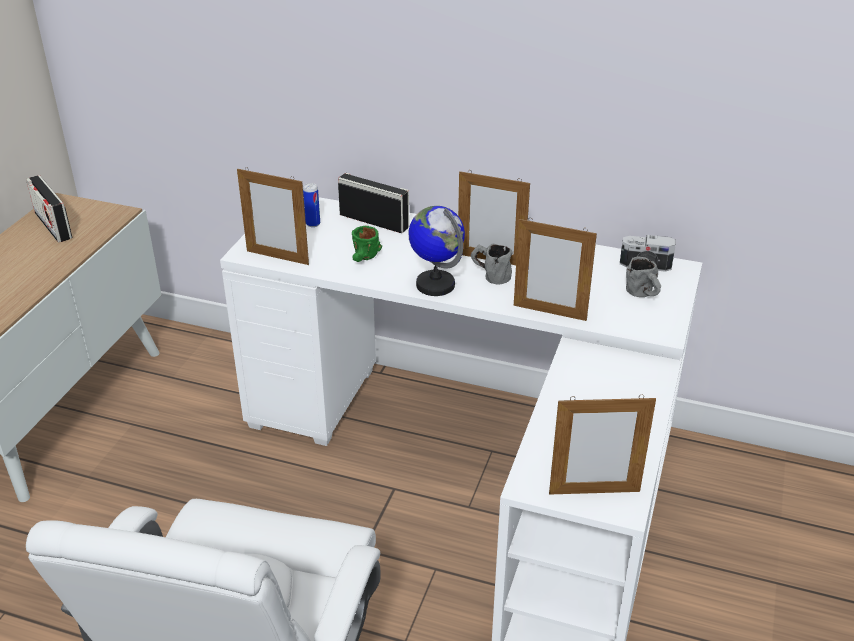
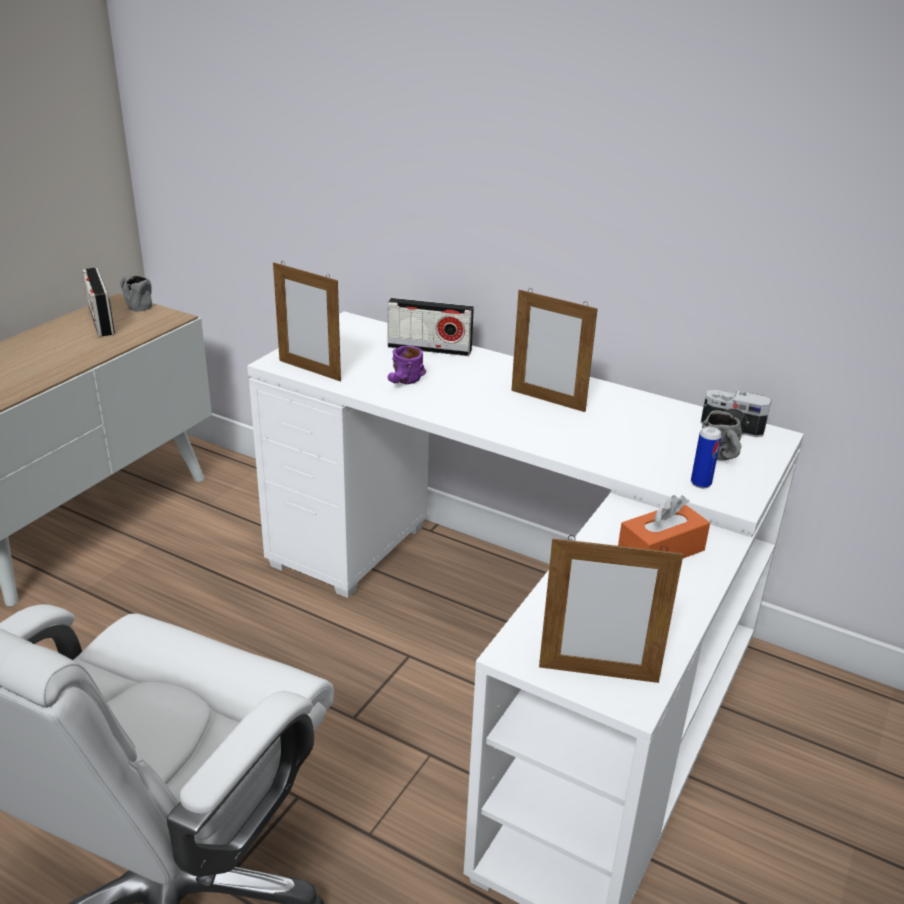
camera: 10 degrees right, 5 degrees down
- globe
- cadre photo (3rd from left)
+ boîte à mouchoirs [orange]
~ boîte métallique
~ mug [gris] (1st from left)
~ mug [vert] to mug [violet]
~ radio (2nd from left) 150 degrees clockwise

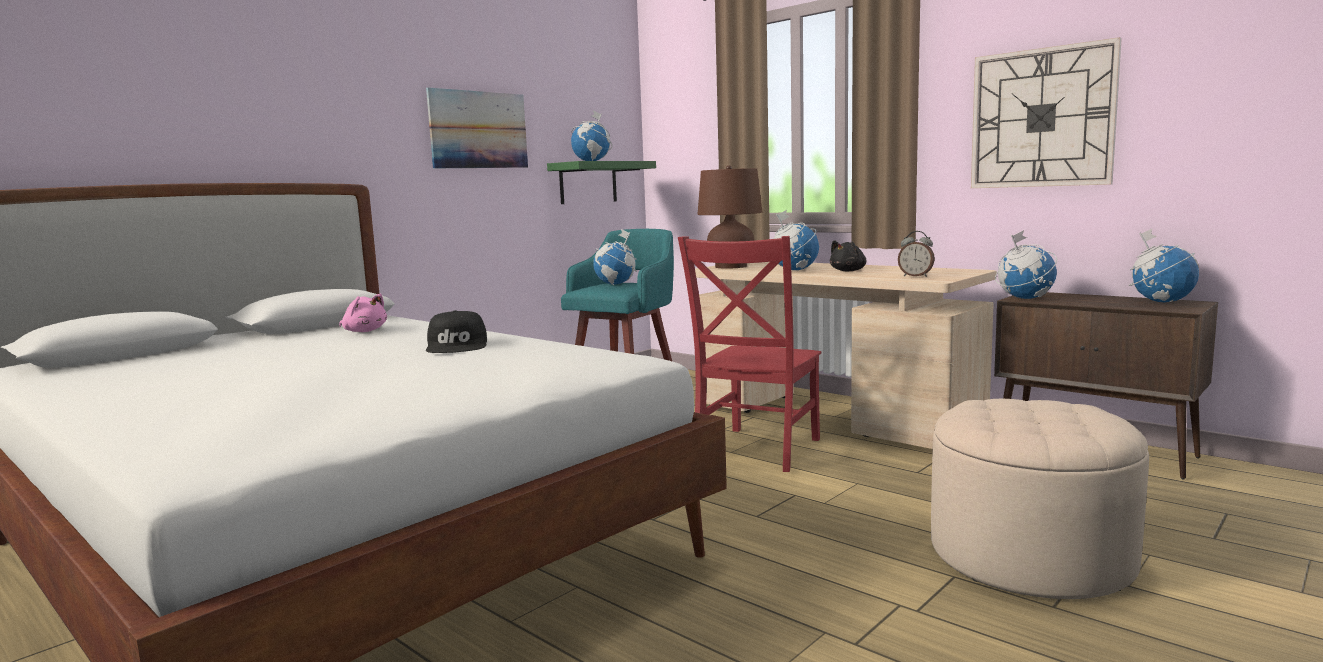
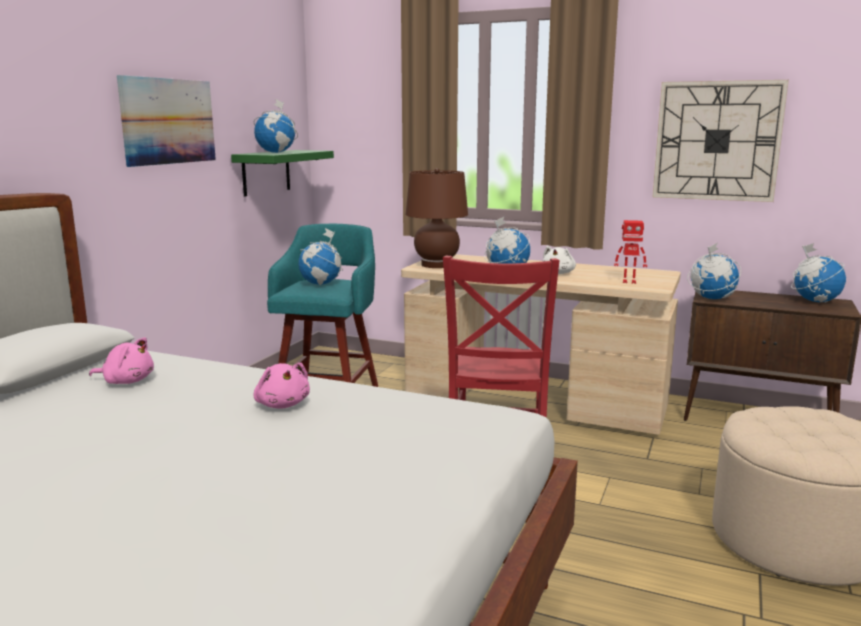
camera: 20 degrees left, 5 degrees up
~ casquette [noir] to peluche [rose] (2nd from left)
~ réveil to robot jouet
~ peluche [noir] to peluche [blanc]

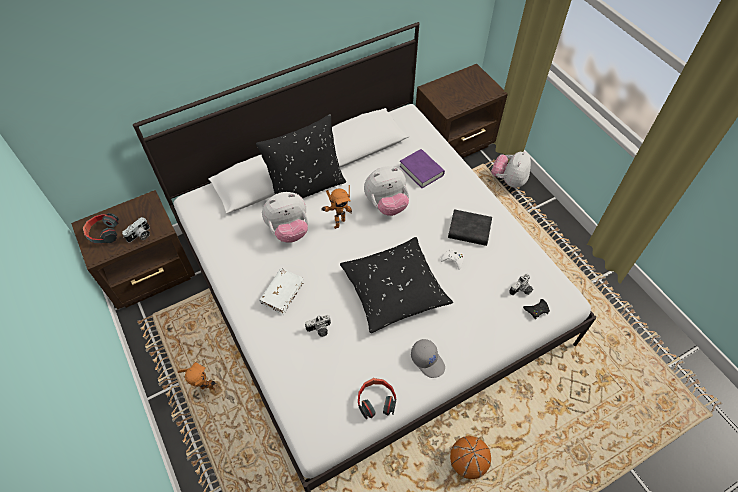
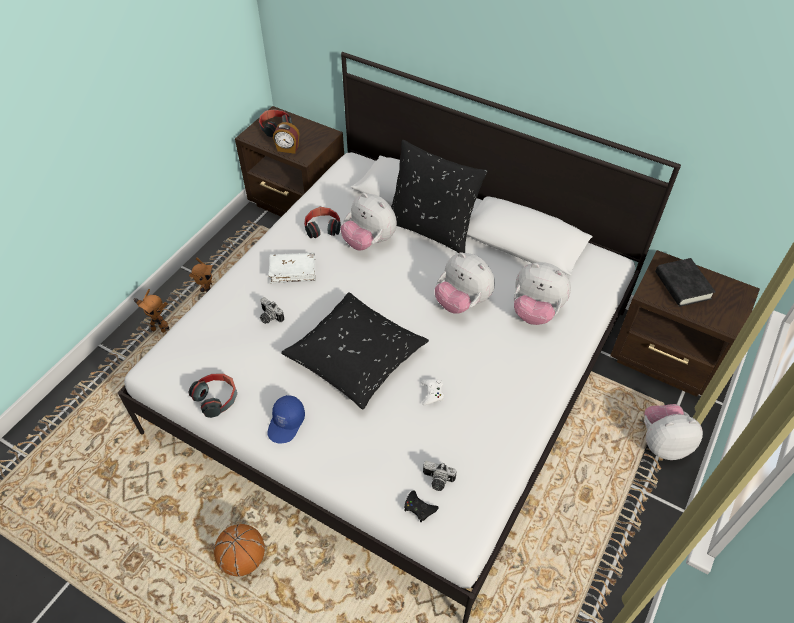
camera: 60 degrees right, 5 degrees down
+ casque audio (3rd from left)
~ robot jouet (2nd from left in the first image) to robot jouet (1st from left)
~ livre [noir]
~ appareil photo (1st from left) to réveil
~ livre [violet] to peluche (3rd from left)
~ casquette [gris] to casquette [bleu]

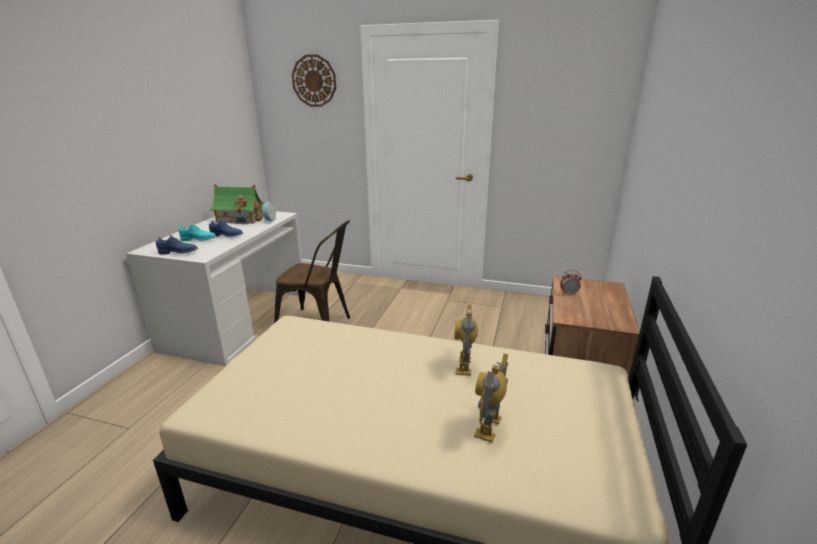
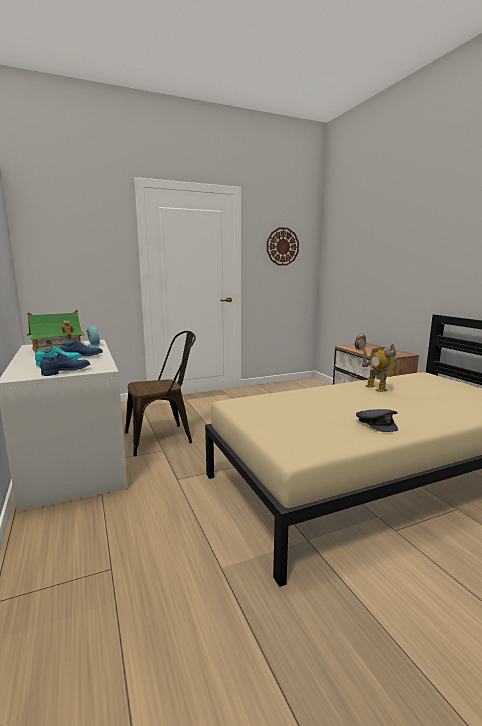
camera: 40 degrees left, 10 degrees down
- robot jouet (2nd from left)
+ casquette [gris]
~ horloge murale

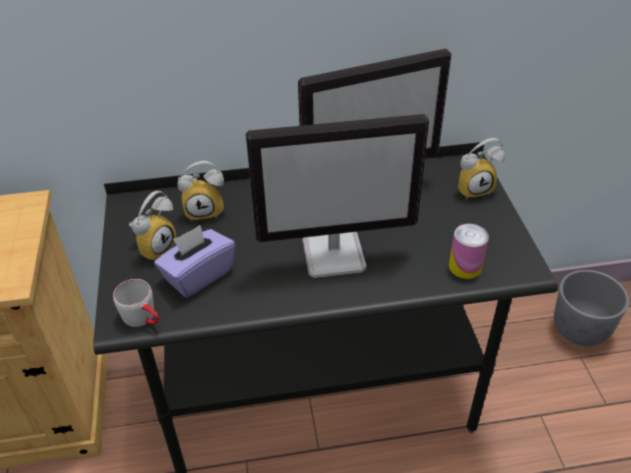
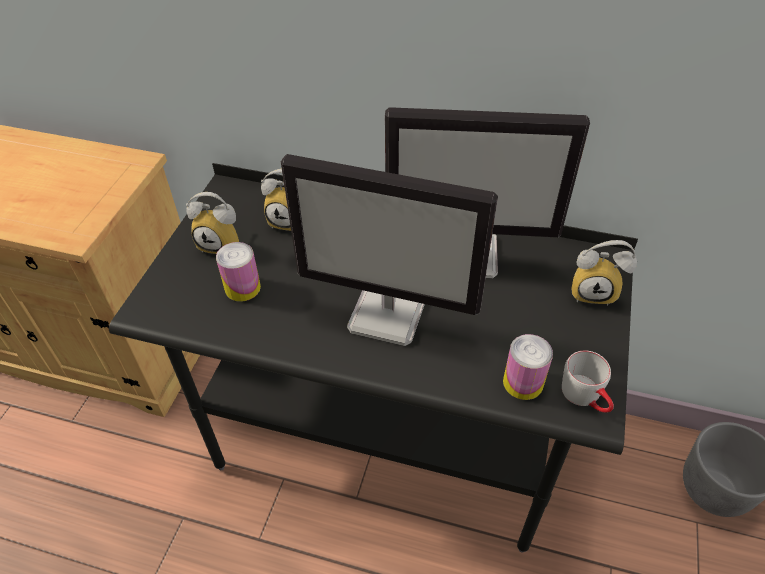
camera: 25 degrees right, 5 degrees up
~ mug [gris]
~ boîte à mouchoirs [violet] to boîte métallique (1st from left)
~ réveil (1st from left) 45 degrees clockwise

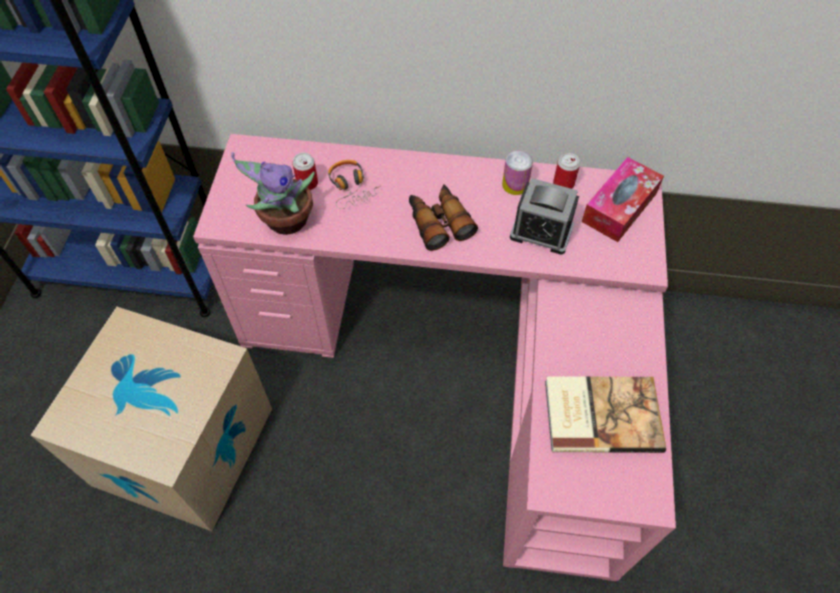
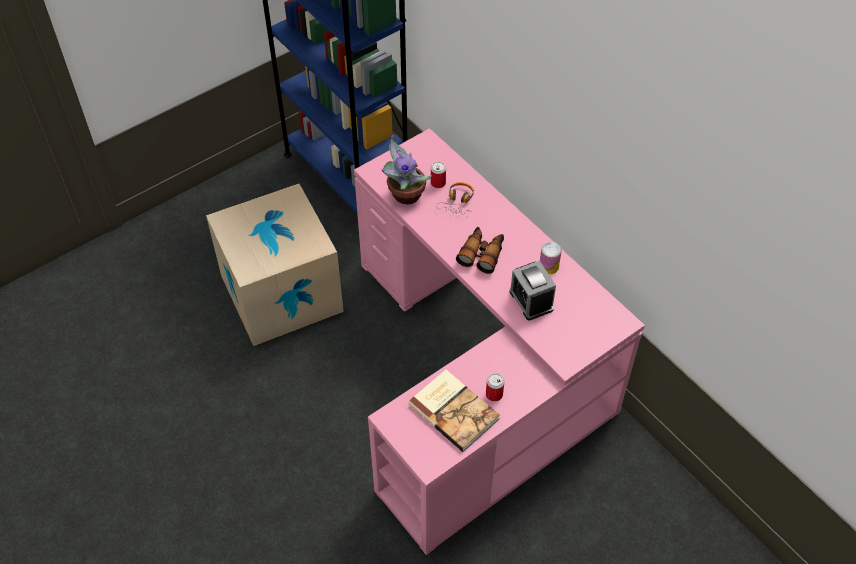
camera: 45 degrees right, 5 degrees down
- boîte à mouchoirs
~ boîte métallique (3rd from left in the first image) to boîte métallique (2nd from left)

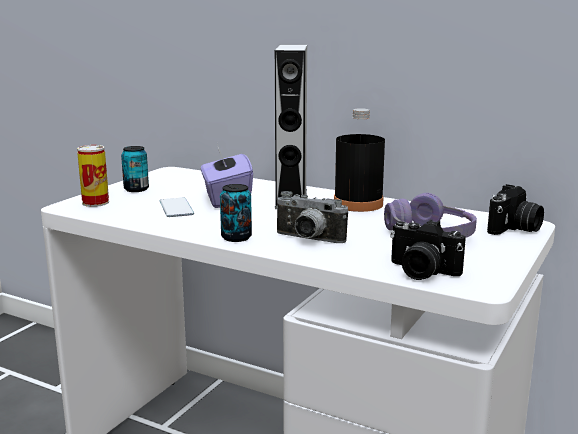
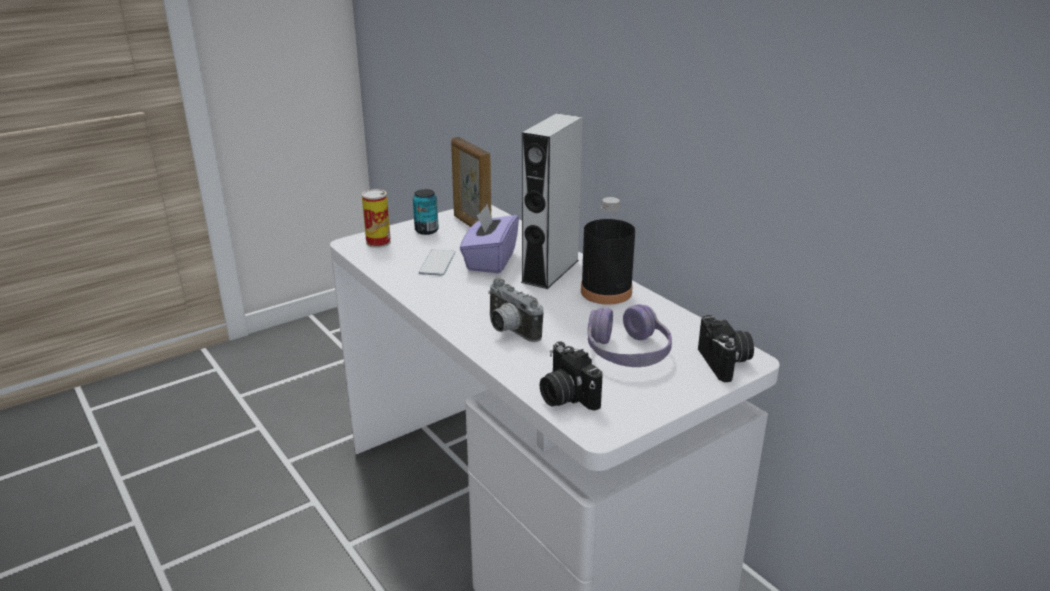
camera: 25 degrees right, 10 degrees up
- boîte métallique (3rd from left)
+ cadre photo
~ appareil photo (3rd from left) 75 degrees counterclockwise

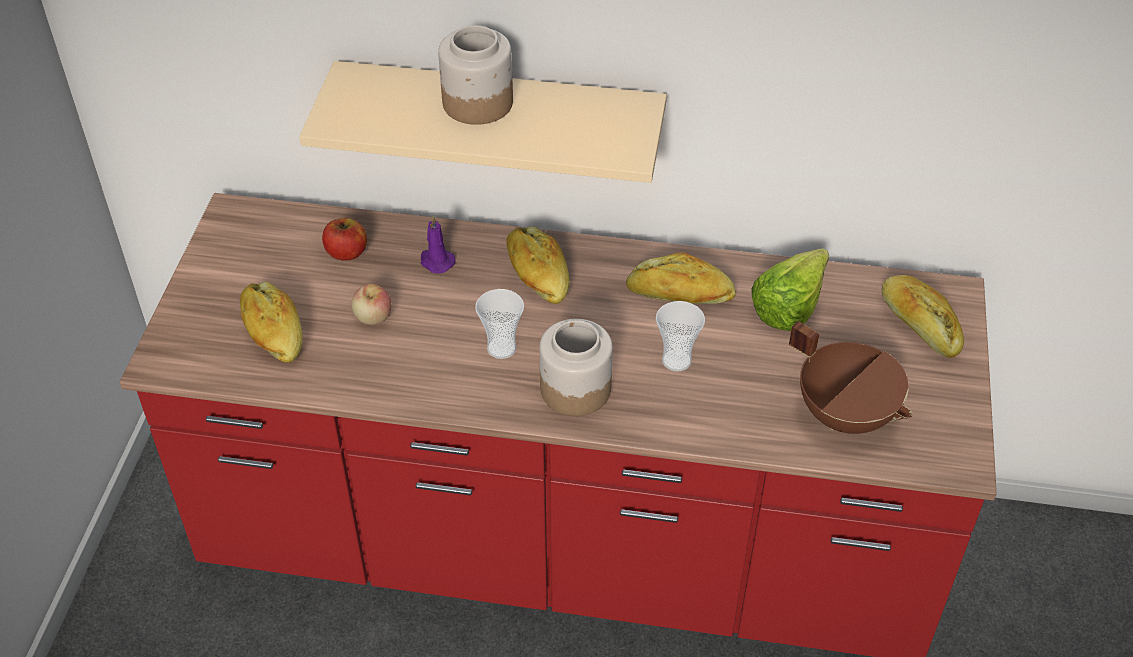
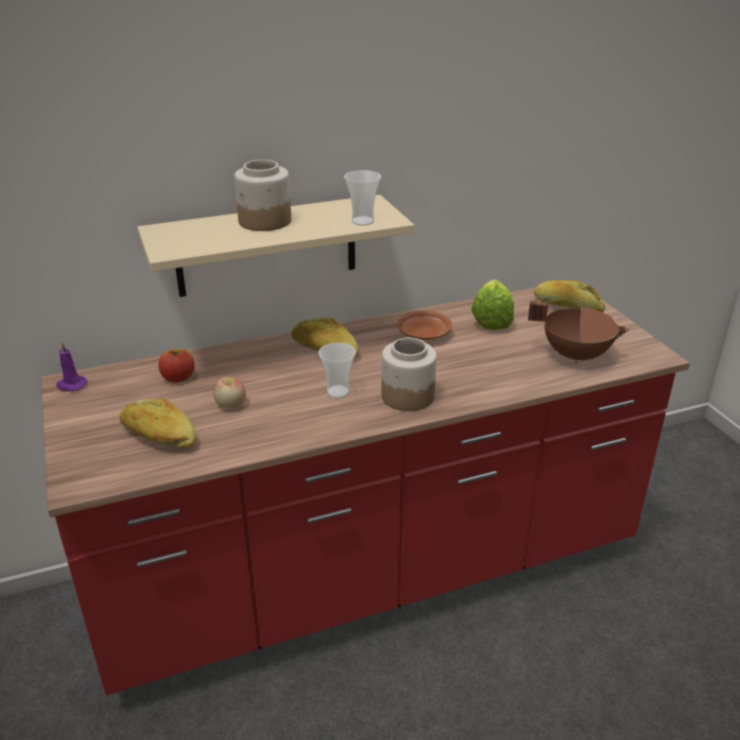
camera: 30 degrees left, 15 degrees down
~ bougie [violet]
~ tasse (2nd from left)
~ pain (3rd from left) to assiette [marron]

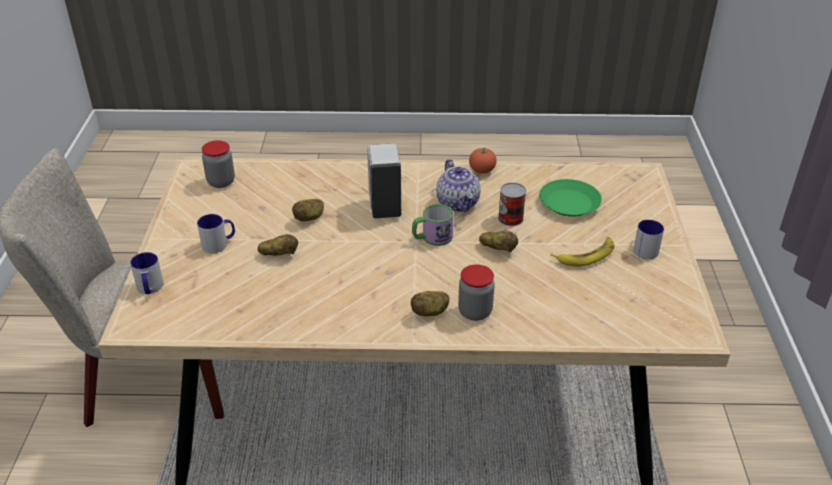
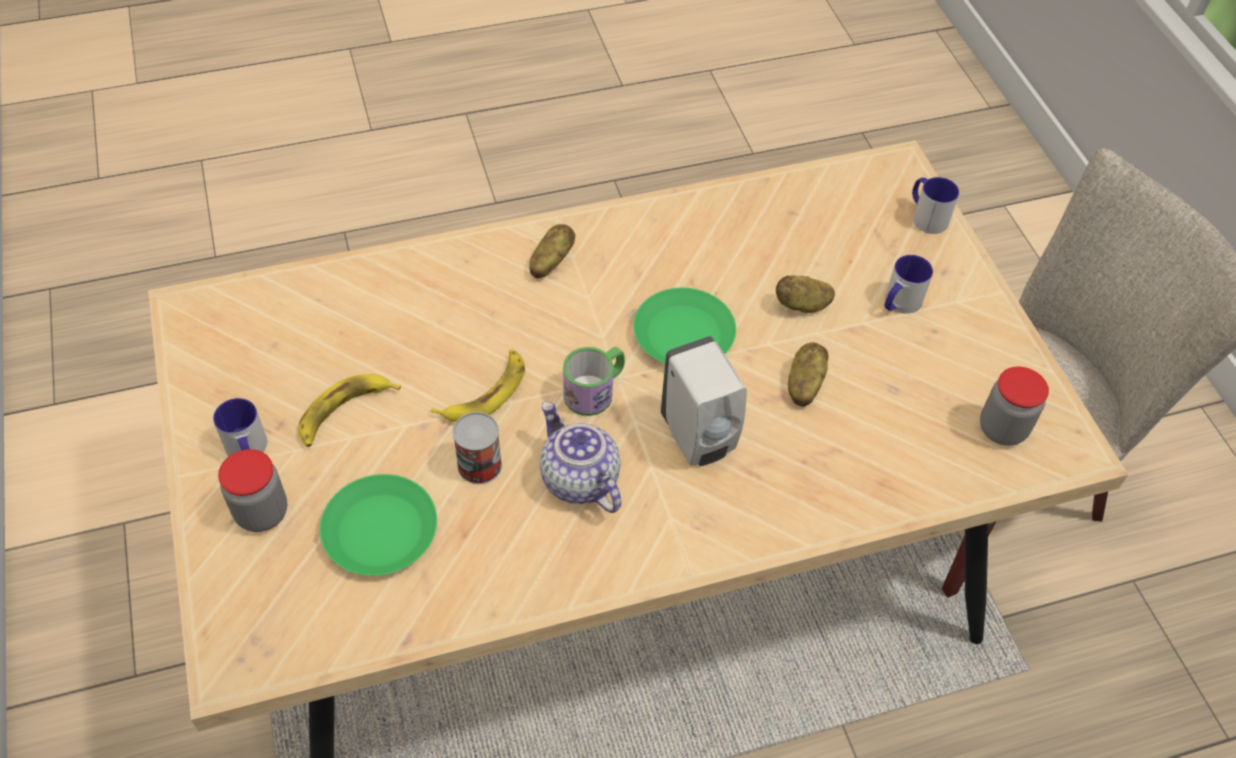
camera: 160 degrees right, 15 degrees up
- tomate
+ assiette [vert] (2nd from left)
~ bocal (2nd from left in the first image) to bocal (1st from left)
~ pomme de terre (4th from left) to banane (2nd from left)

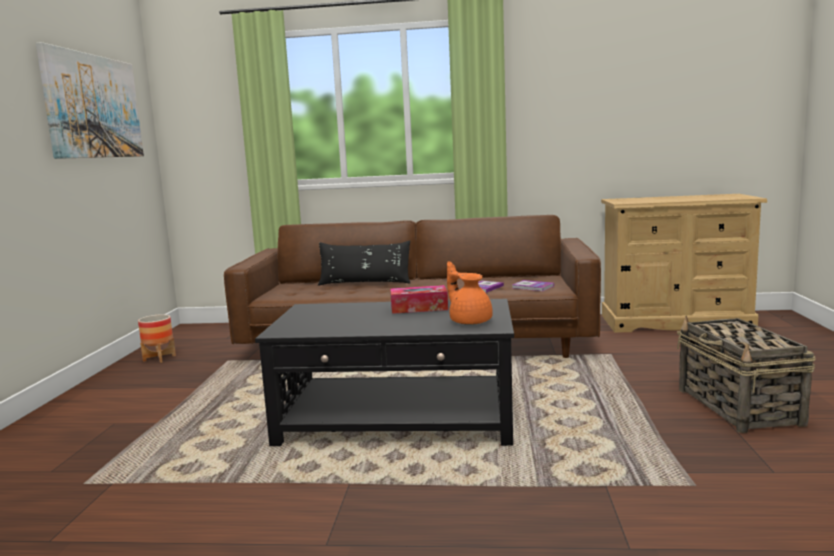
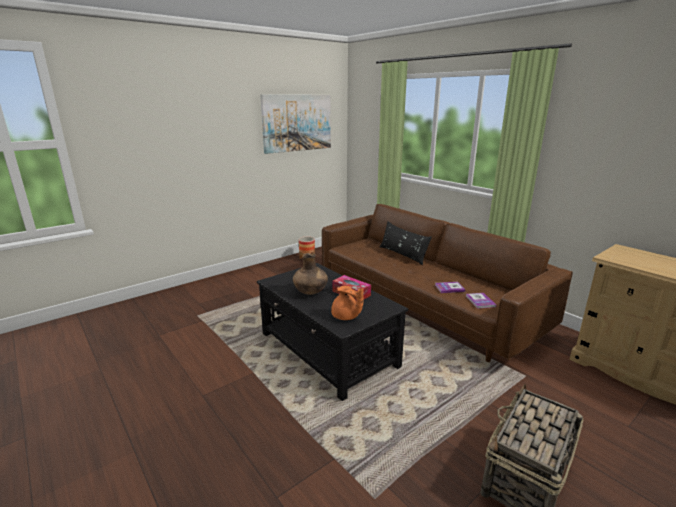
camera: 45 degrees right, 10 degrees up
+ vase [marron]
~ théière [orange] 120 degrees clockwise

